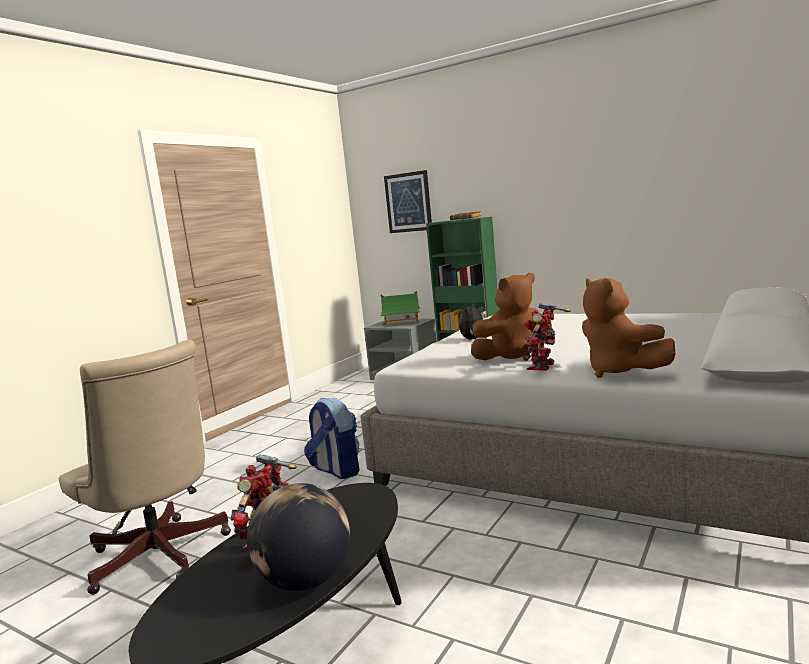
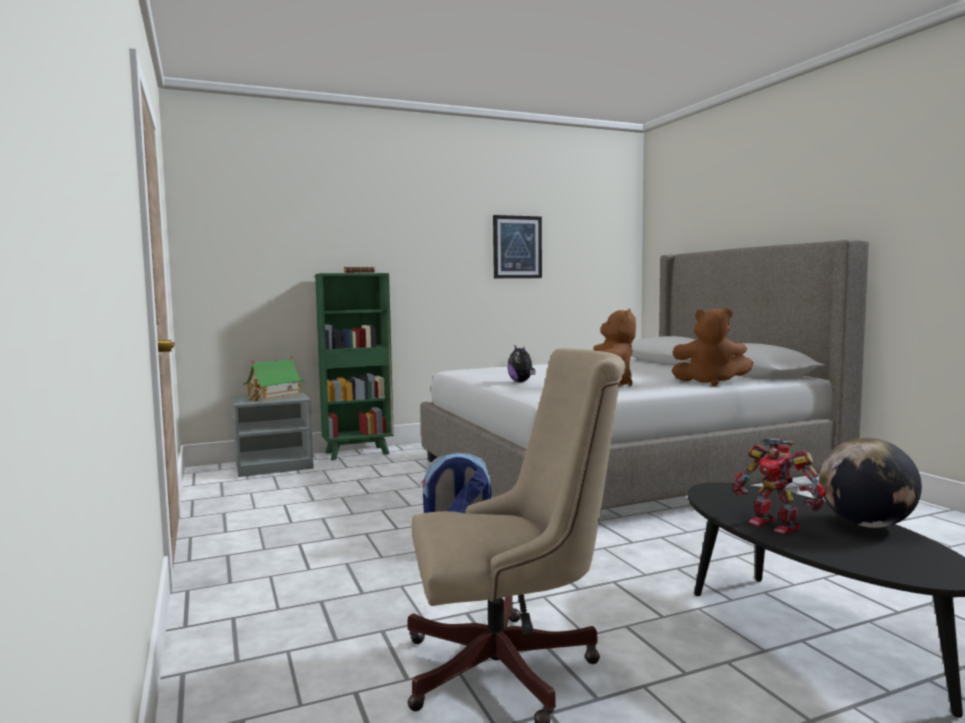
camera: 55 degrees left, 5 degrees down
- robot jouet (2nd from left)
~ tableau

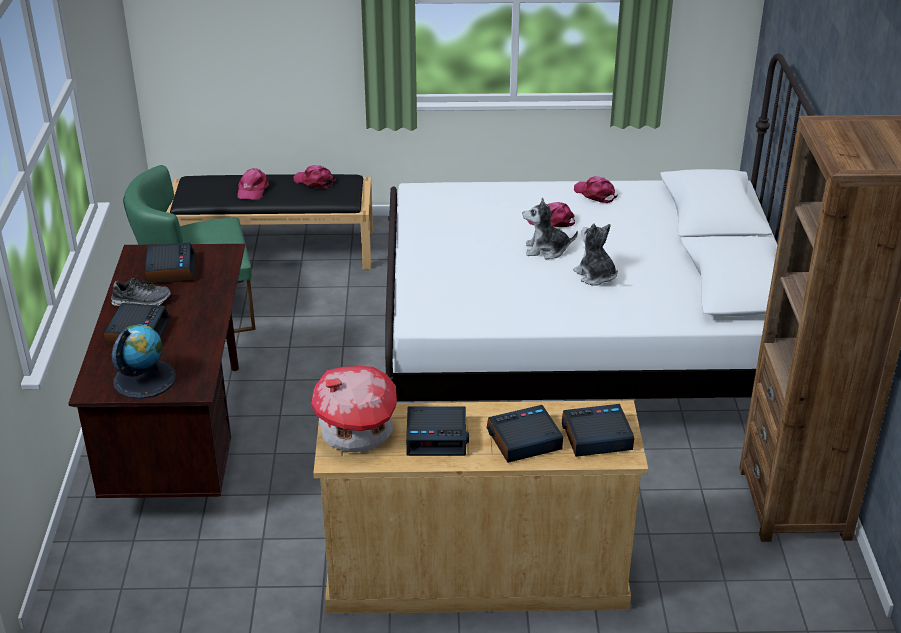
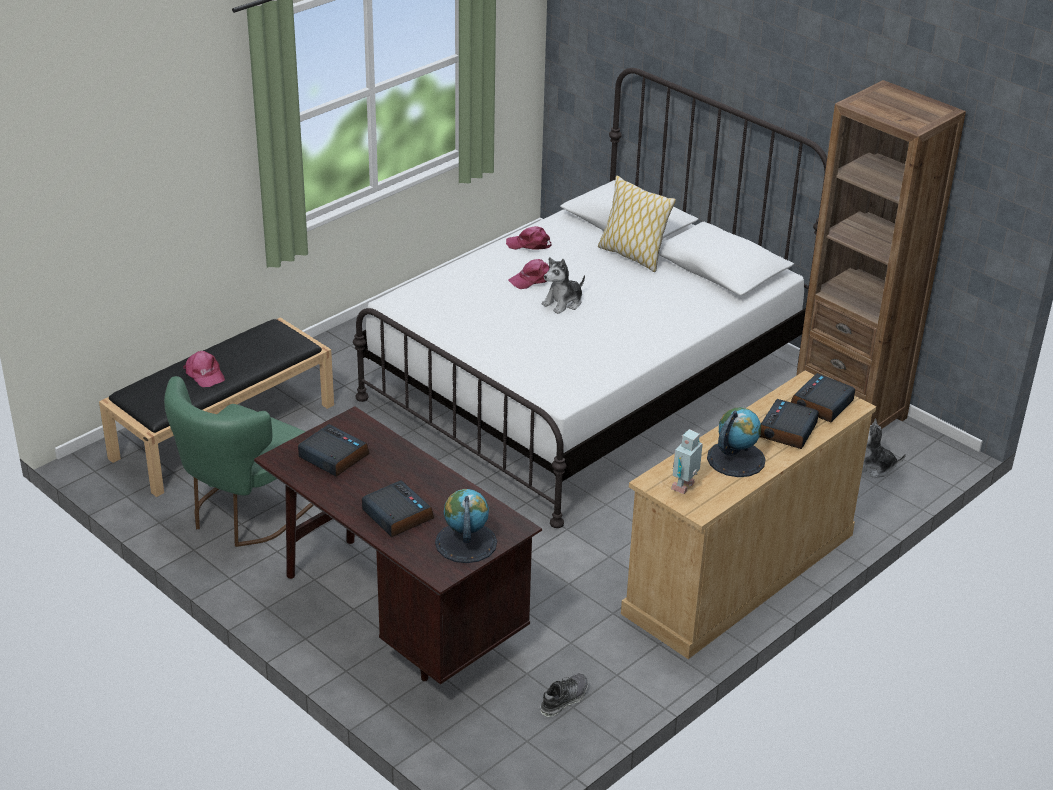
camera: 45 degrees left, 0 degrees up
- casquette [rose] (2nd from left)
+ coussin
~ chaussure
~ peluche (2nd from left)
~ maison miniature to robot jouet
~ réveil (3rd from left) to globe (2nd from left)

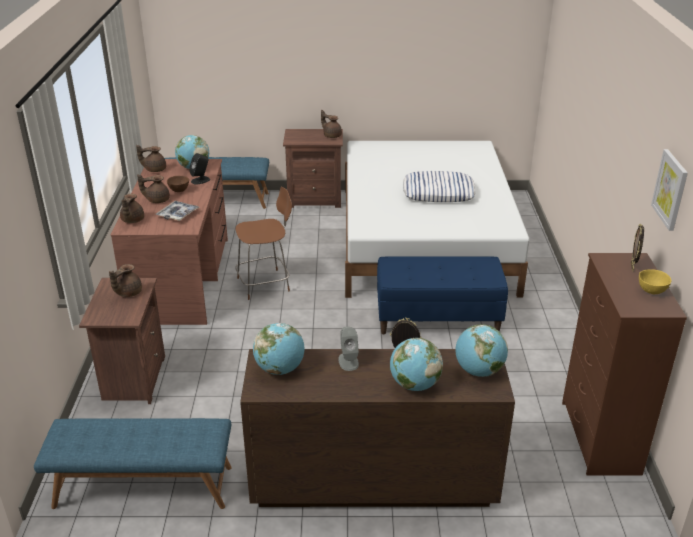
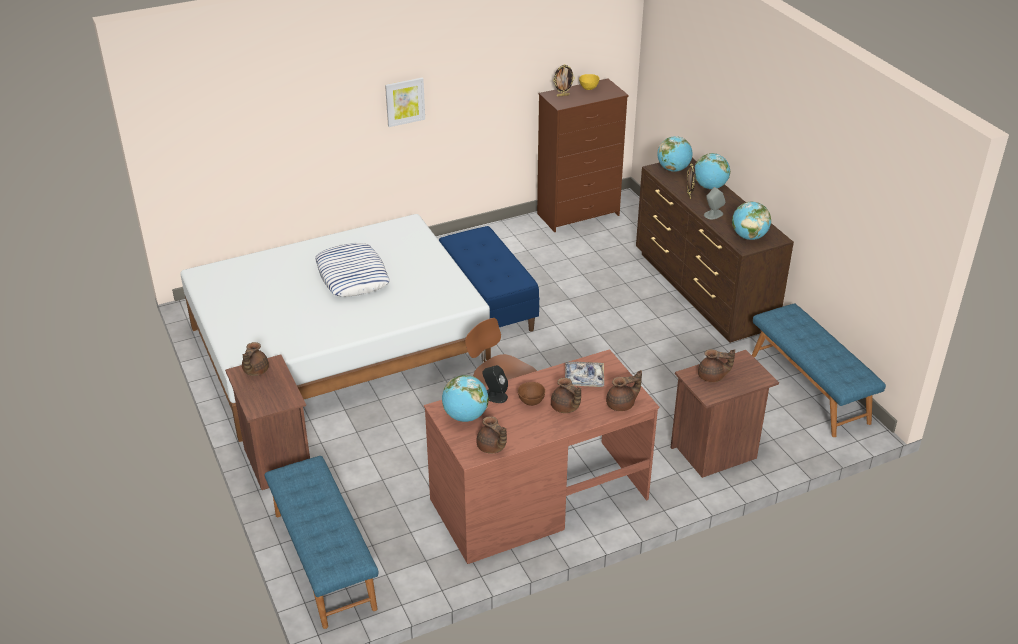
camera: 115 degrees left, 5 degrees up
~ tableau

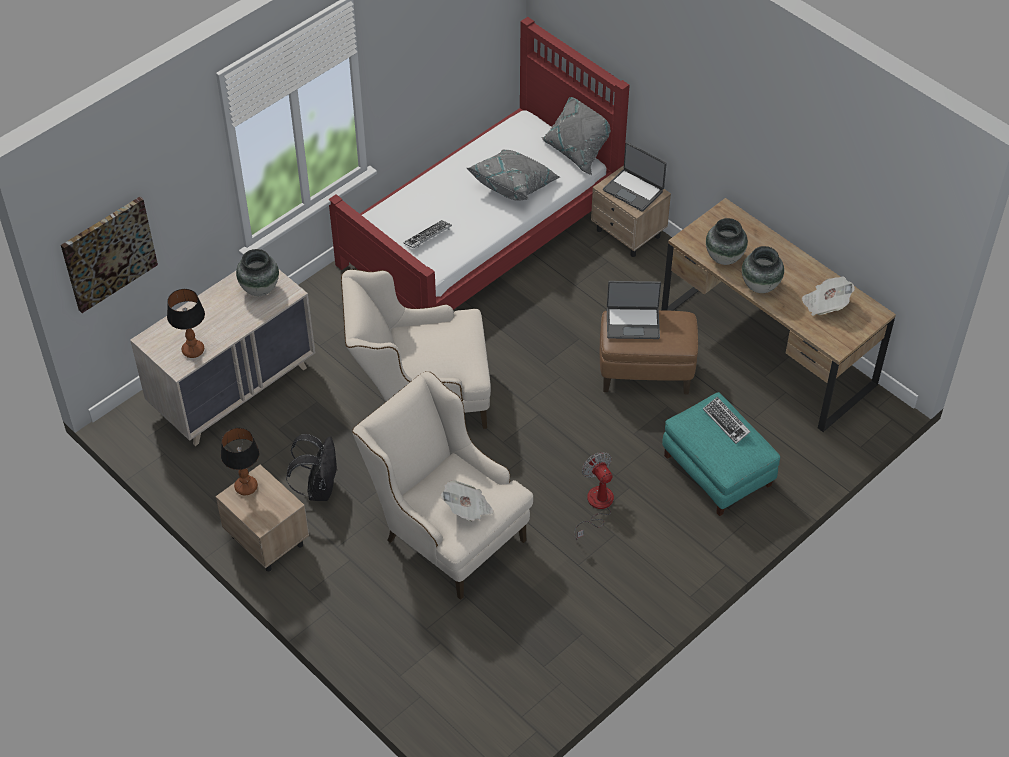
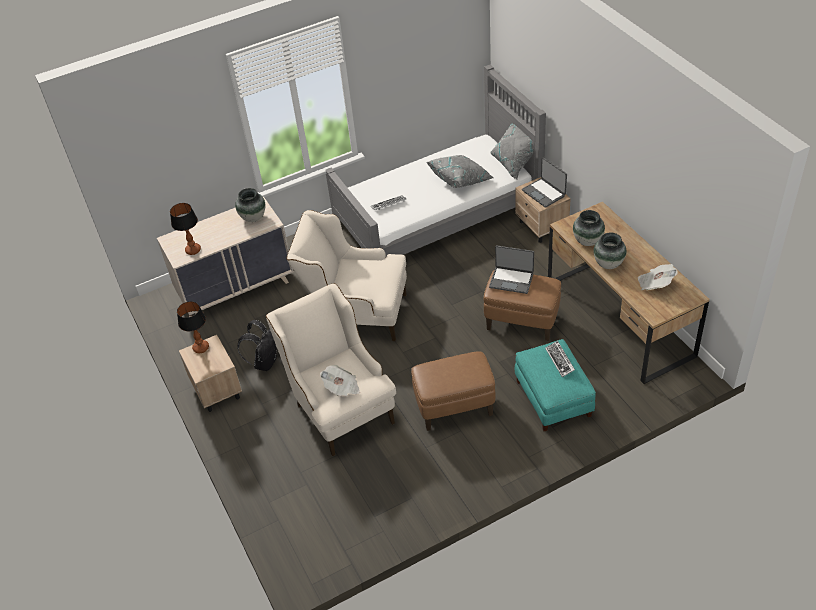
camera: 20 degrees right, 5 degrees down
- tableau
~ ventilateur to pouf [marron] (1st from left)
~ lit [rouge] to lit [gris]

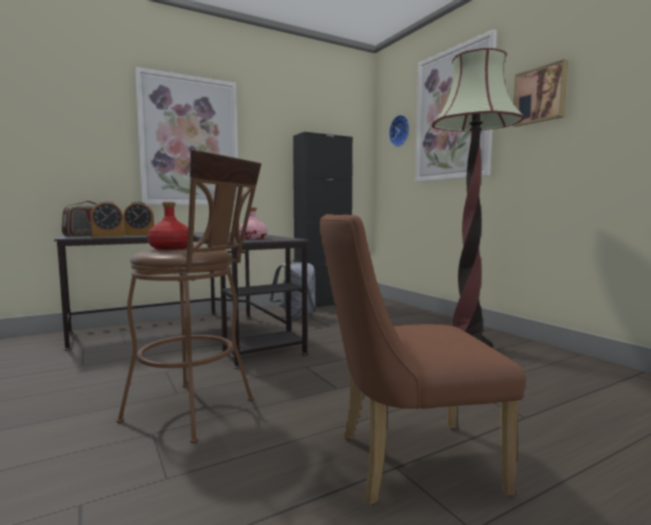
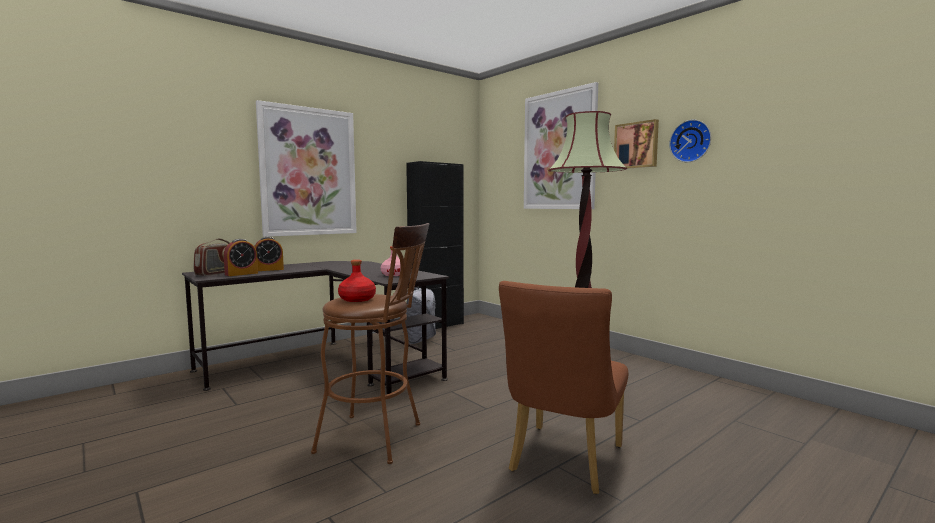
camera: 10 degrees left, 0 degrees up
~ horloge murale
~ chaise [marron] 45 degrees counterclockwise

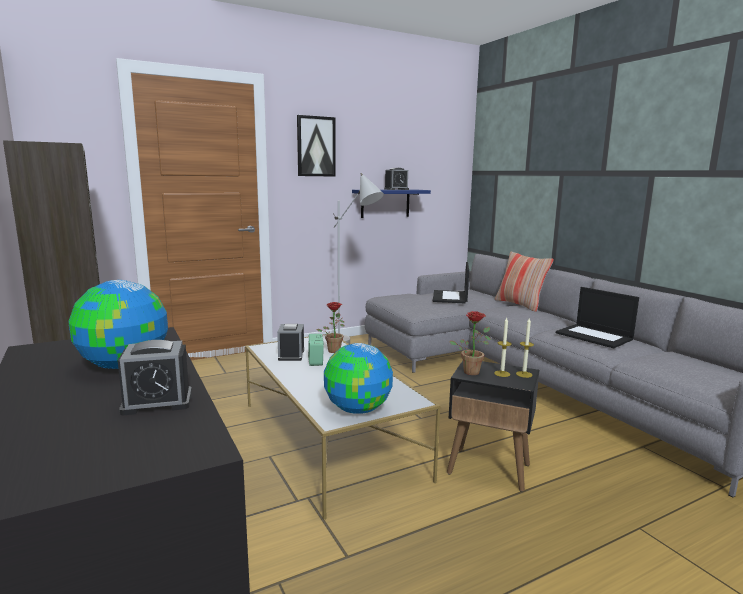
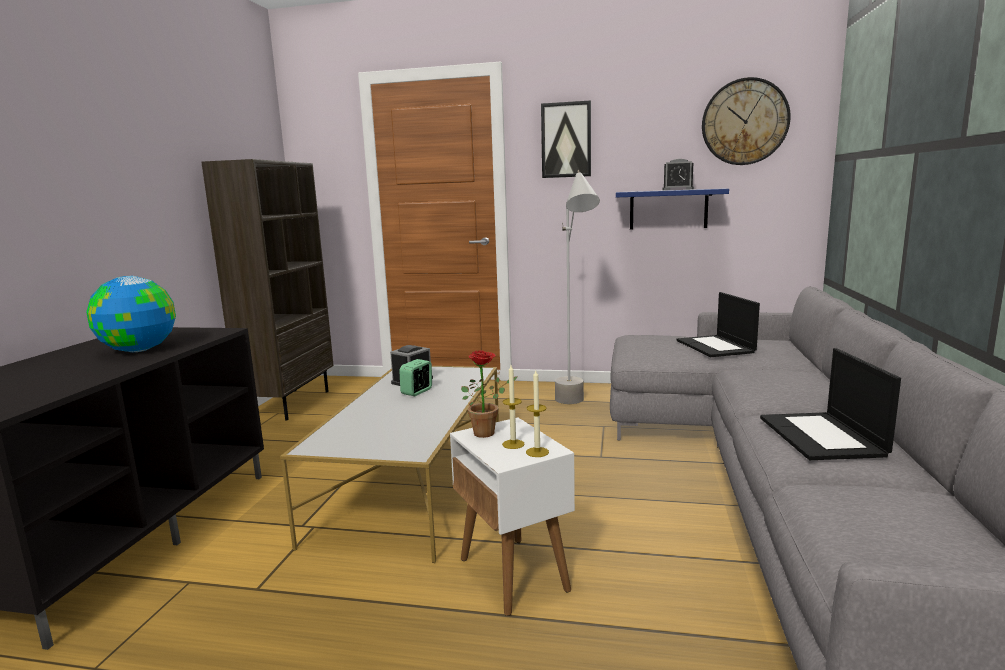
camera: 40 degrees right, 0 degrees up
- réveil (1st from left)
- plante en pot (1st from left)
- globe (2nd from left)
- coussin
+ horloge murale
~ table d'appoint [noir] to table d'appoint [blanc]
~ ordinateur portable (1st from left) 60 degrees counterclockwise

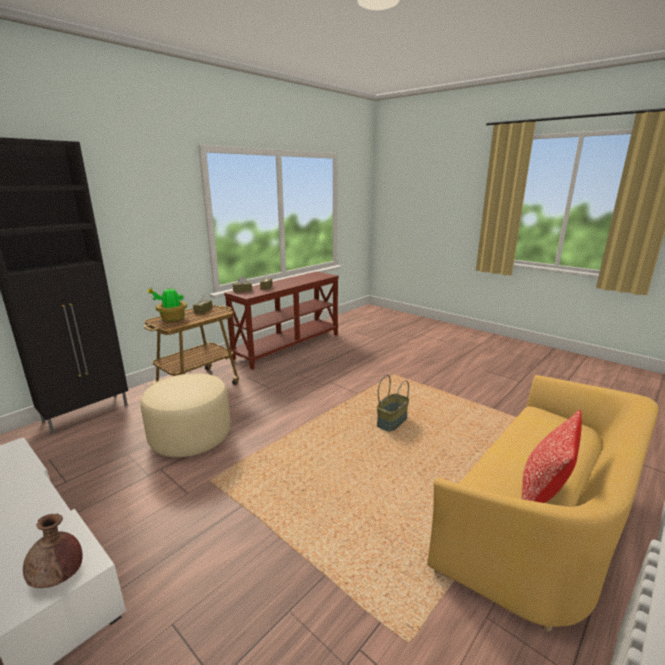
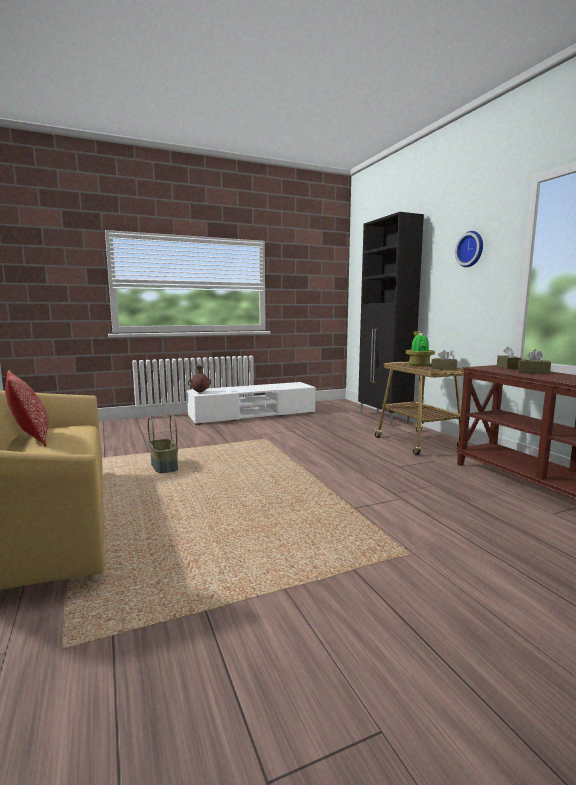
camera: 115 degrees right, 10 degrees down
- pouf [beige]
+ horloge murale
~ panier

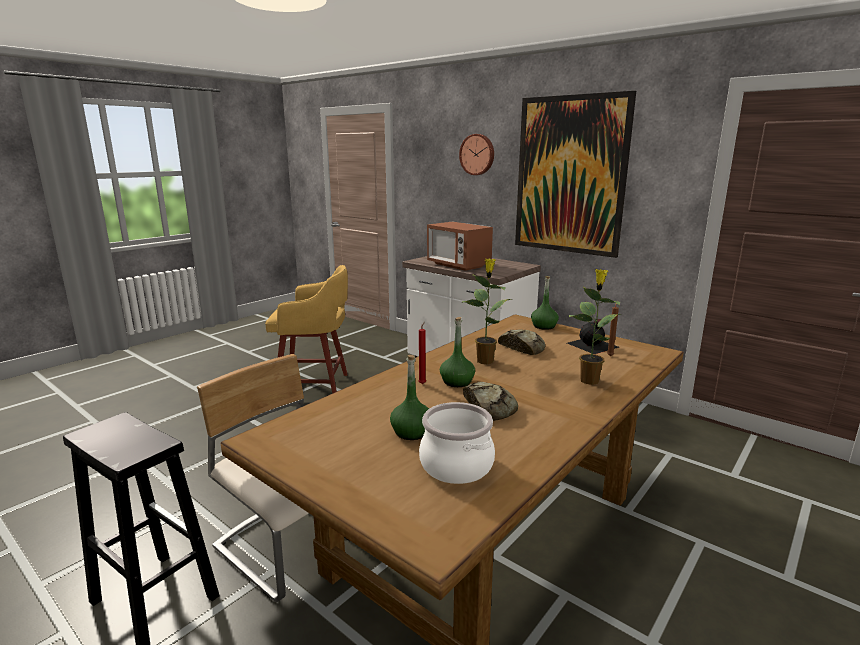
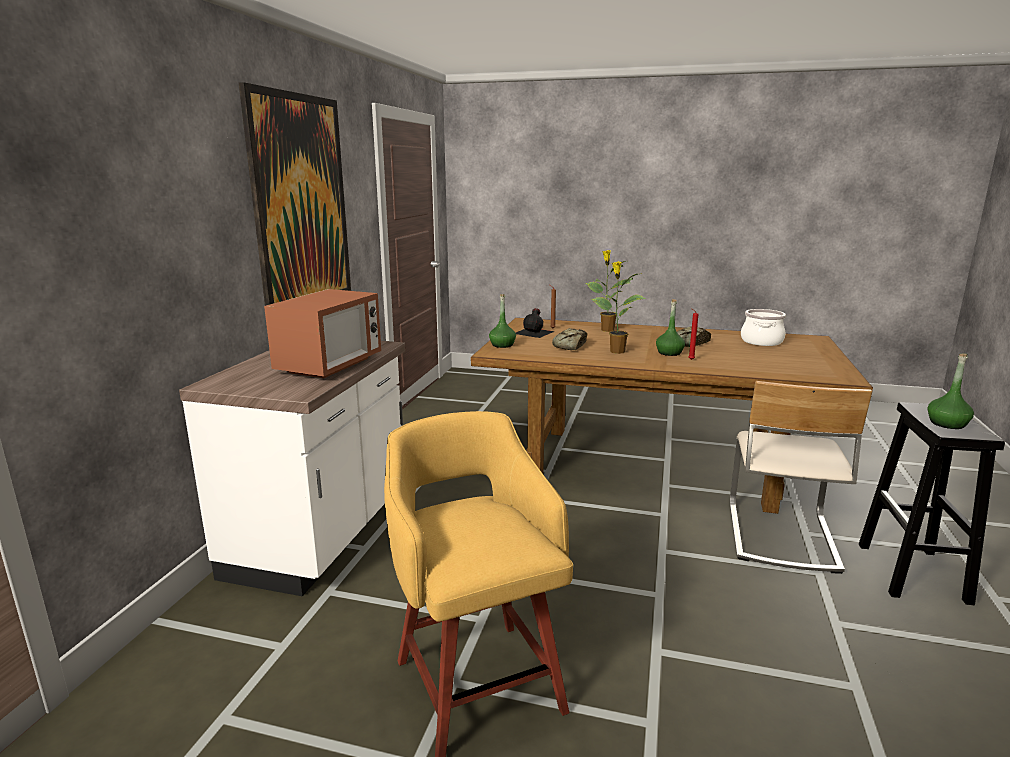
camera: 115 degrees left, 0 degrees up
- horloge murale
~ bouteille [vert] (1st from left in the first image) to bouteille [vert] (3rd from left)

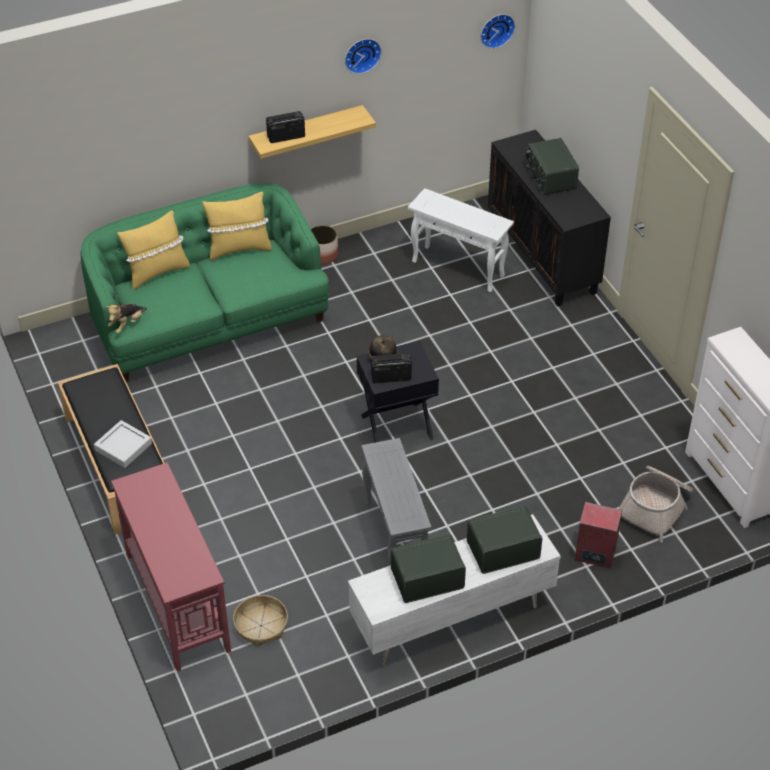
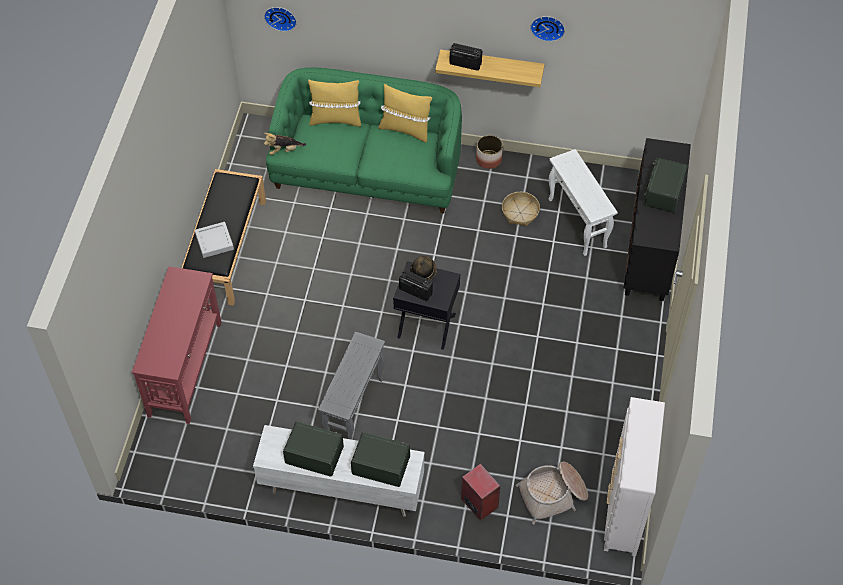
camera: 35 degrees right, 10 degrees up
~ panier (1st from left)
~ horloge murale (2nd from left in the first image) to horloge murale (1st from left)

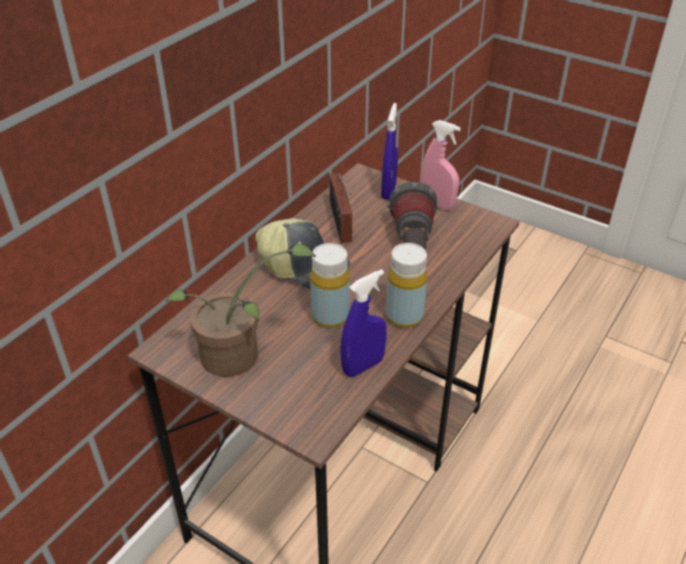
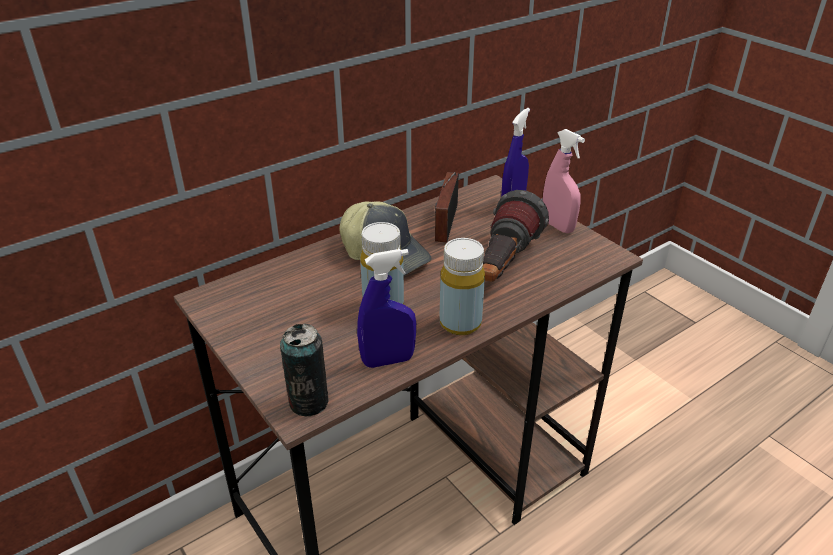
camera: 20 degrees right, 5 degrees down
- plante en pot
+ boîte métallique

